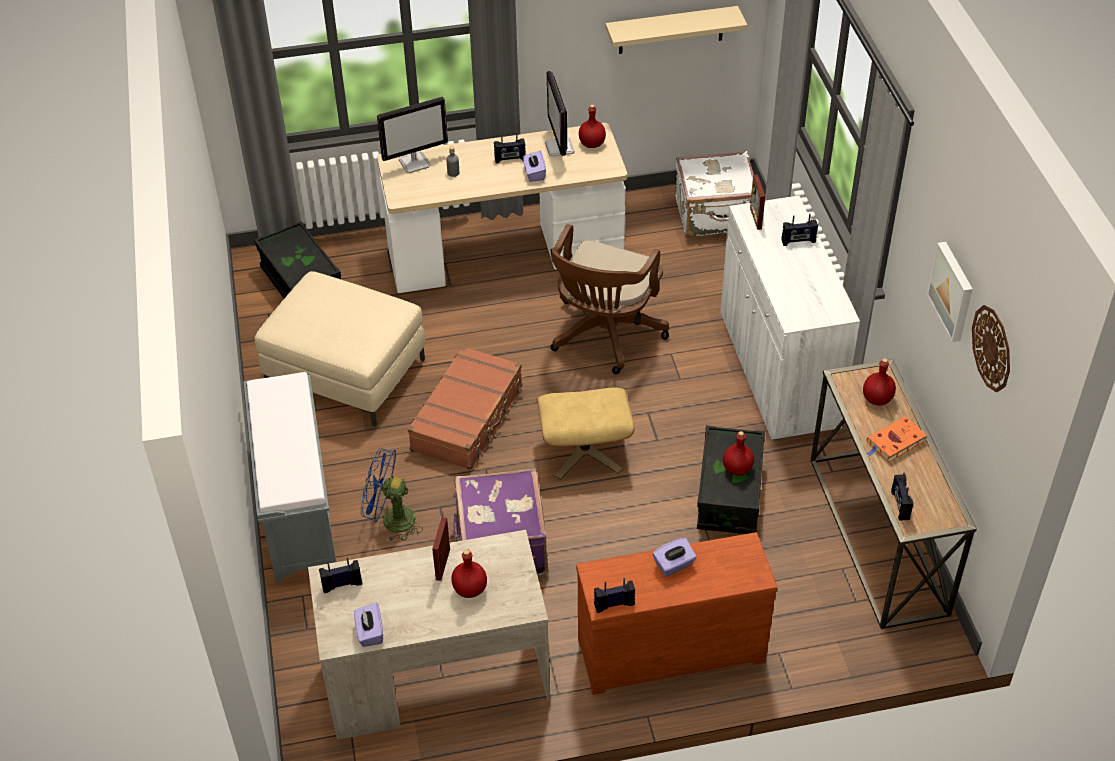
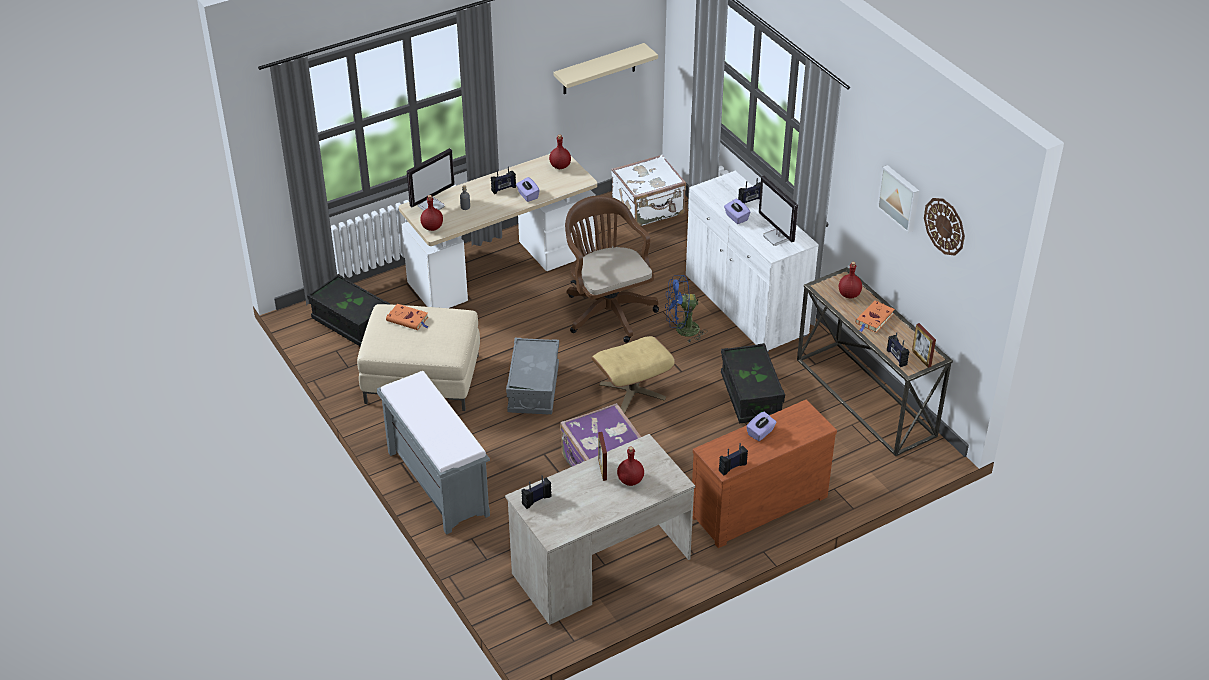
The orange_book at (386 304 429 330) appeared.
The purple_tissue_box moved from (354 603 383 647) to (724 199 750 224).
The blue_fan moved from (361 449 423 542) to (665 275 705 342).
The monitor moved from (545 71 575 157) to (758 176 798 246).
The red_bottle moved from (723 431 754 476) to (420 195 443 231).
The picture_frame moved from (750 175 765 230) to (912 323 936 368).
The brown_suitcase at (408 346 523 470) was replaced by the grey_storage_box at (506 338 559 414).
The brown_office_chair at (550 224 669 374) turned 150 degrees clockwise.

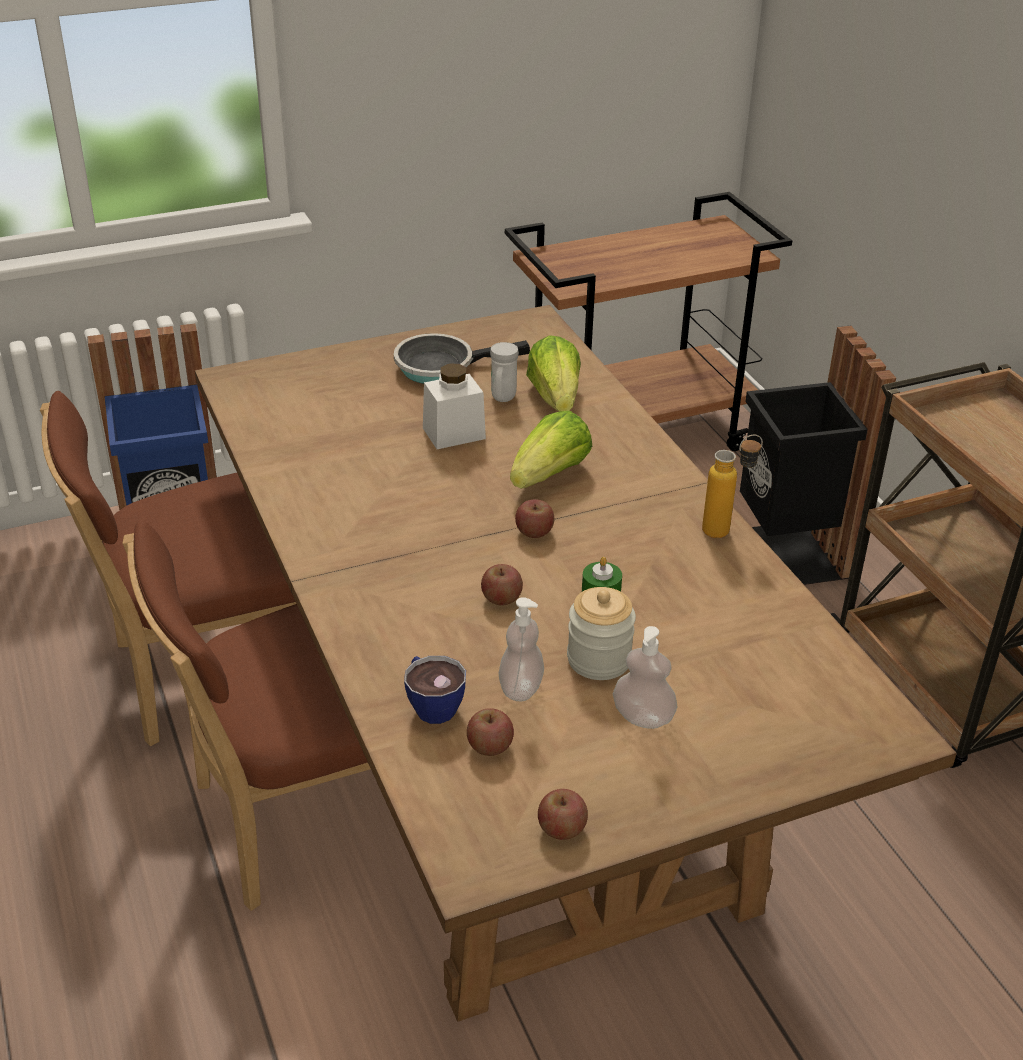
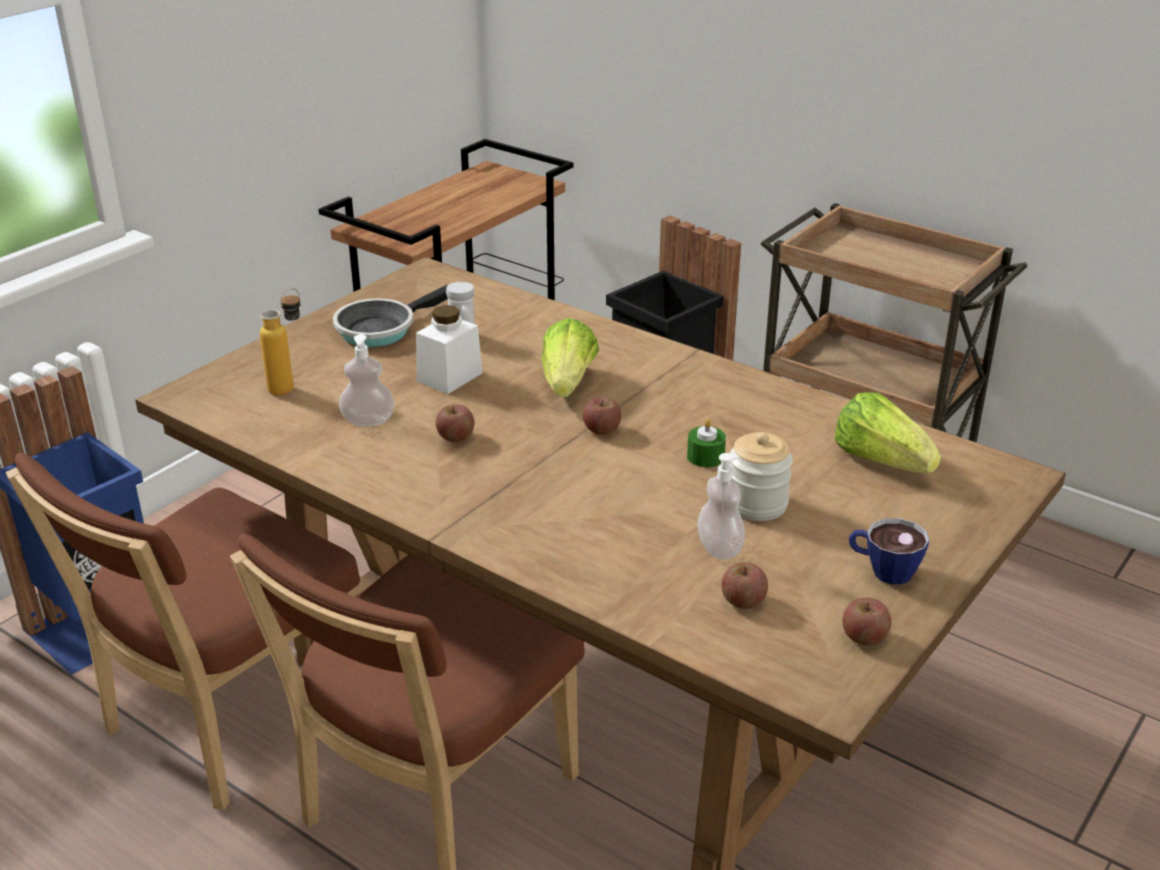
The cup moved from (404 656 466 724) to (849 518 929 584).
The apple moved from (481 564 523 606) to (436 404 474 442).
The lettuce moved from (526 335 581 412) to (835 392 941 474).
The soap_dispenser moved from (613 626 678 729) to (339 334 394 427).
The bottle moved from (702 434 763 538) to (260 288 300 396).

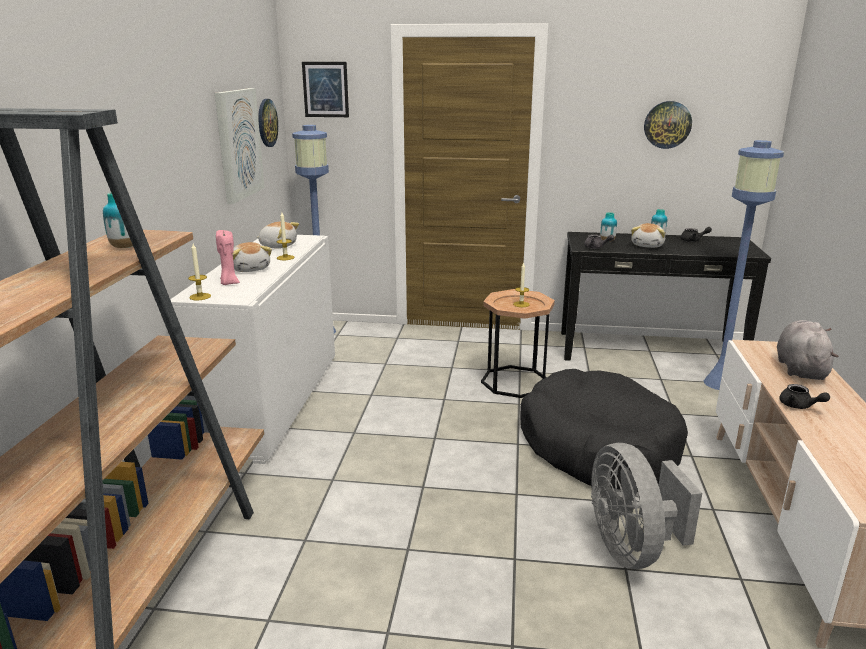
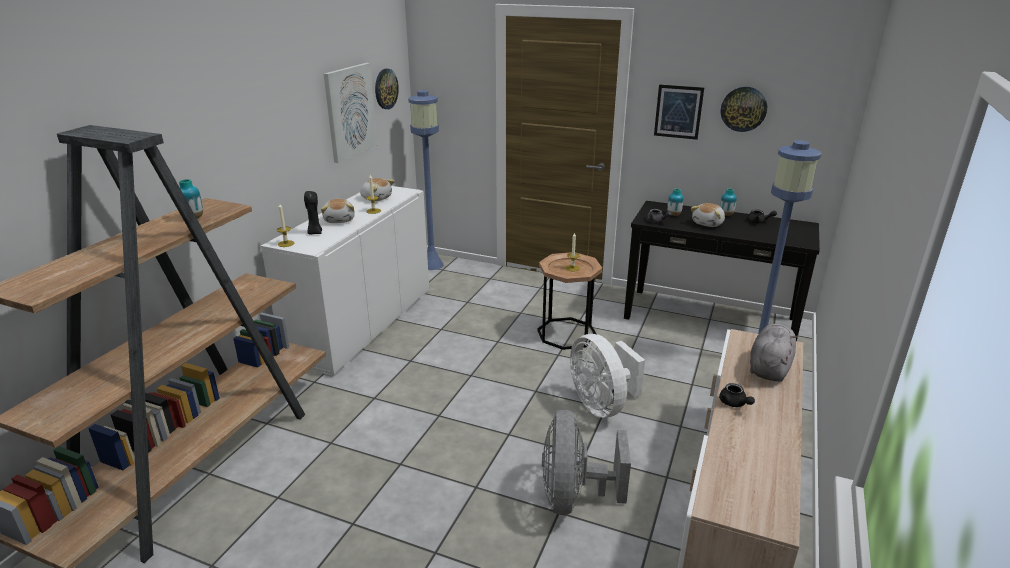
The picture moved from (302 62 349 117) to (654 84 704 140).
The black_dog_bed at (520 369 688 492) was replaced by the white_fan at (570 334 645 418).
The pink_candle at (216 230 240 285) became the black_candle at (304 191 322 235).

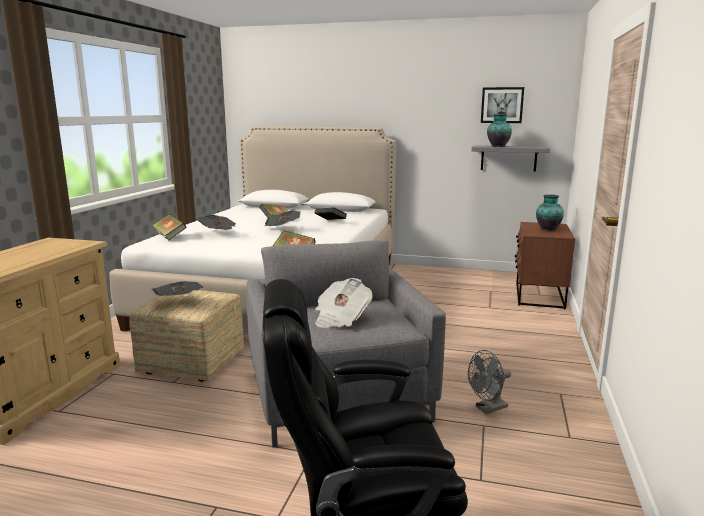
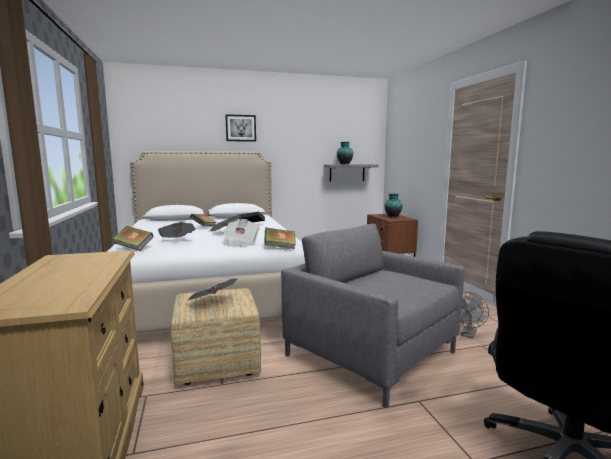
The newspaper moved from (315 278 373 328) to (223 219 260 247).
The picture moved from (481 87 524 123) to (225 114 256 142).

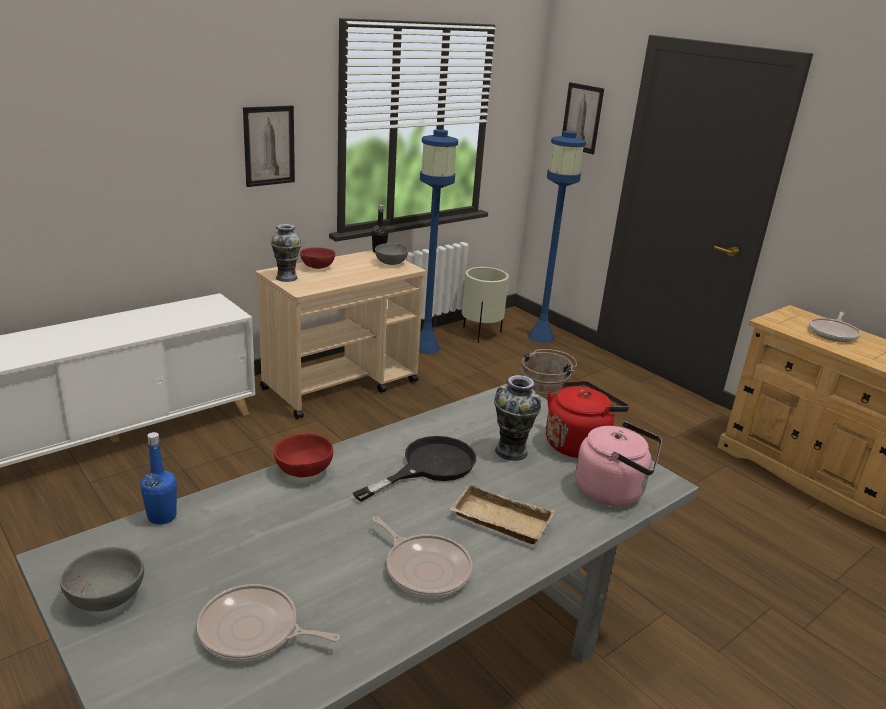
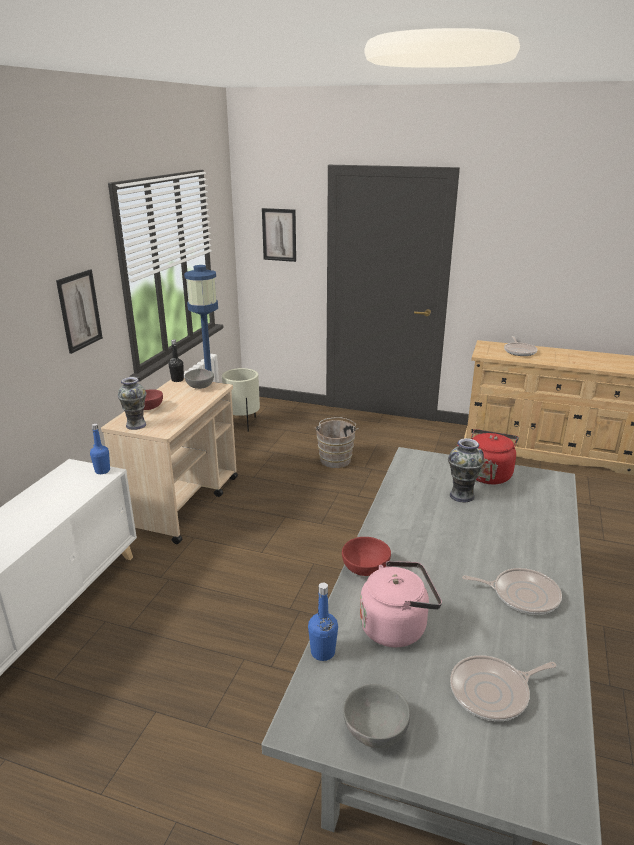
The black_frying_pan at (353 436 476 502) disappeared.
The beige_tray at (450 483 555 544) disappeared.
The blue_floor_lamp at (528 131 586 343) disappeared.
The blue_bottle at (90 423 110 474) appeared.
The pink_kettle moved from (575 421 662 506) to (360 561 442 647).

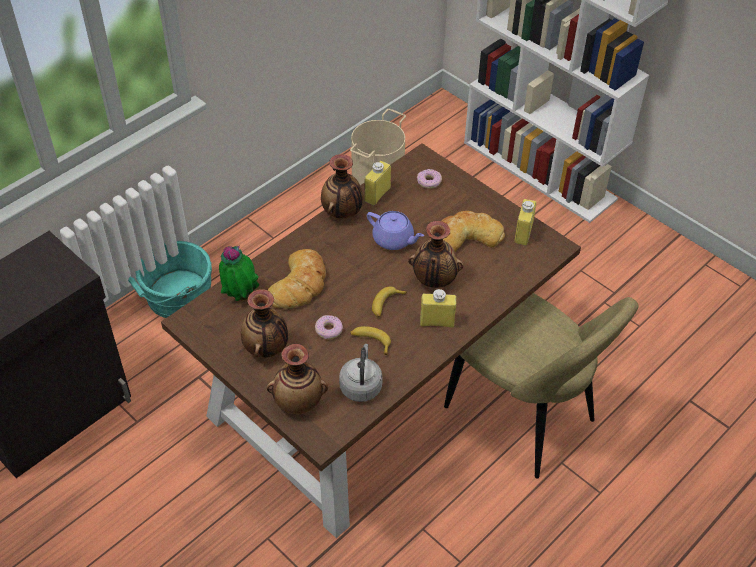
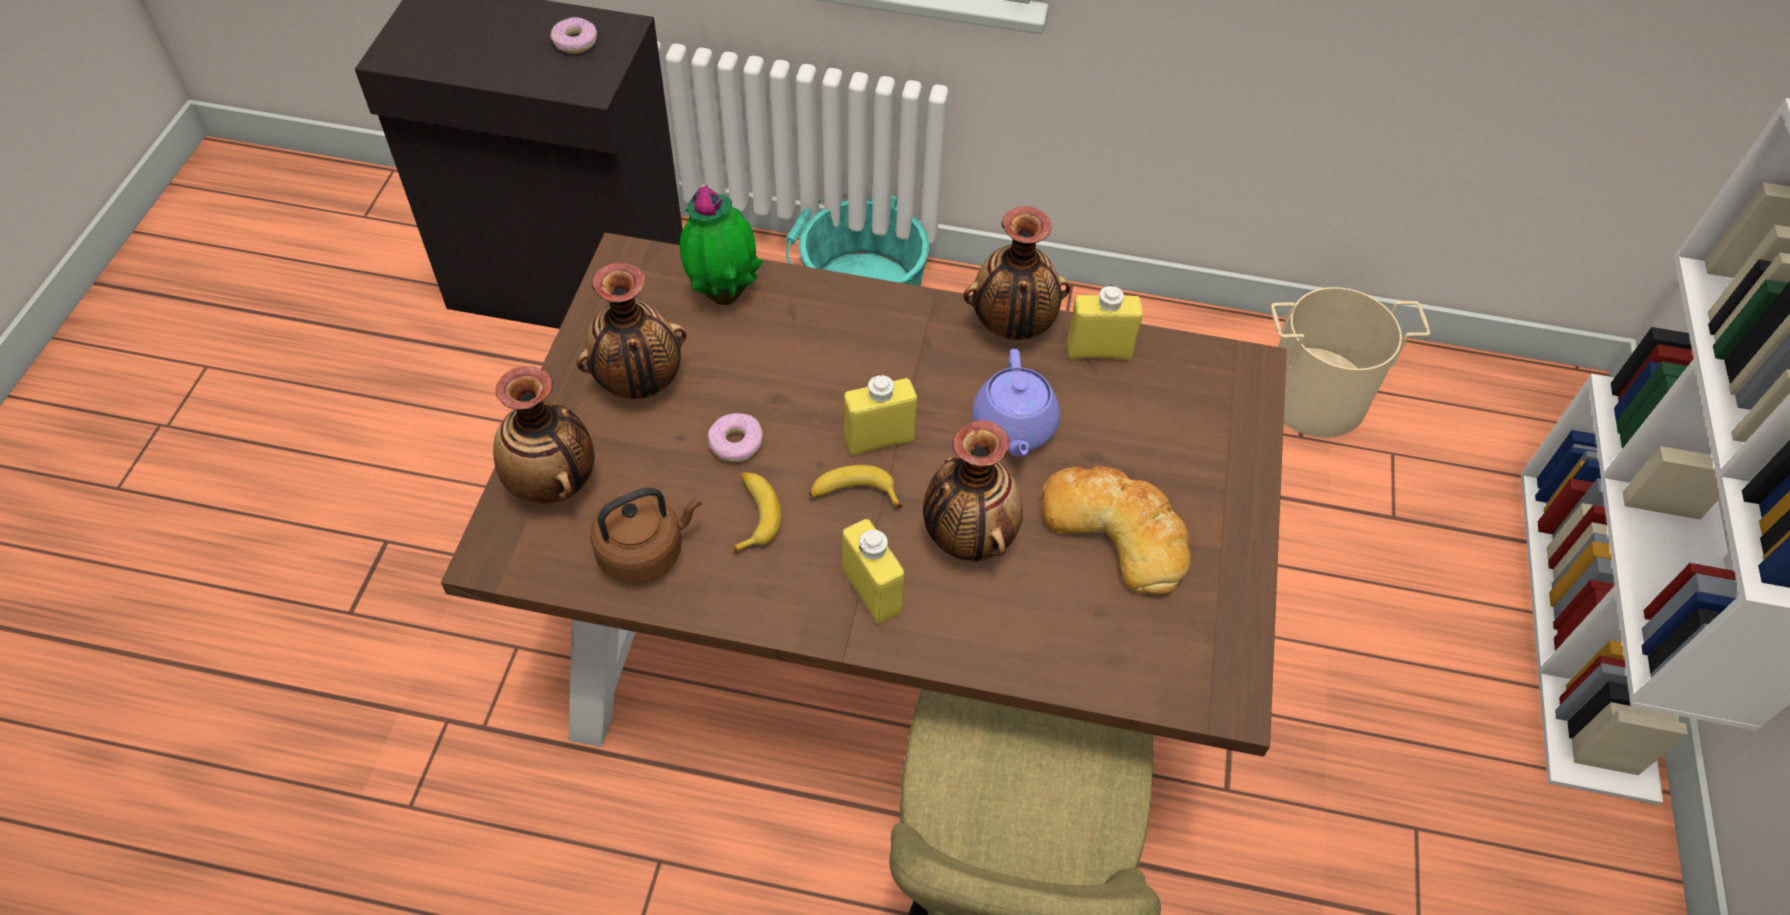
The bread at (268 249 326 309) disappeared.
The donut moved from (417 169 442 189) to (550 17 597 53).
The yellow_bottle moved from (515 199 536 245) to (844 374 917 456).
The grey_kettle at (339 344 383 402) became the brown_kettle at (590 487 702 583).

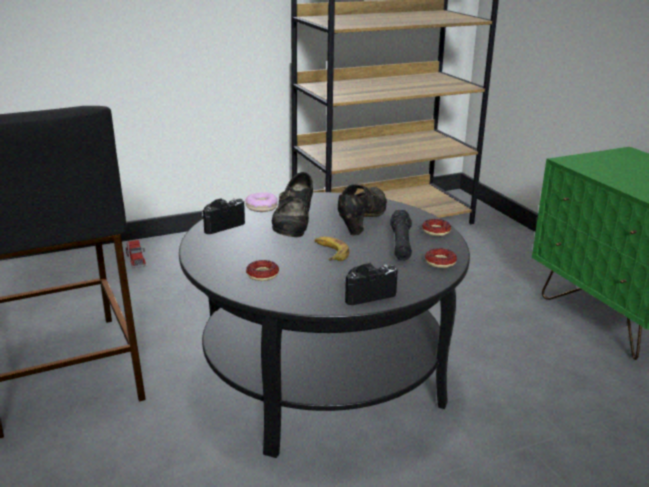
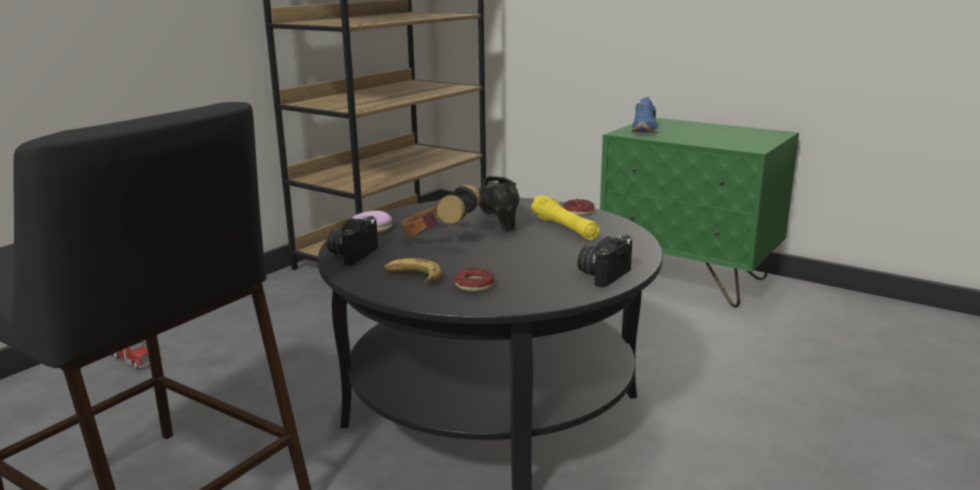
The donut at (425 248 457 268) disappeared.
The blue_shoe at (631 97 658 133) appeared.
The banana moved from (315 237 349 261) to (384 258 442 283).
The black_shoe at (272 172 313 237) was replaced by the headphones at (402 184 480 238).
The black_flashlight at (390 210 412 261) became the yellow_flashlight at (531 196 599 240).

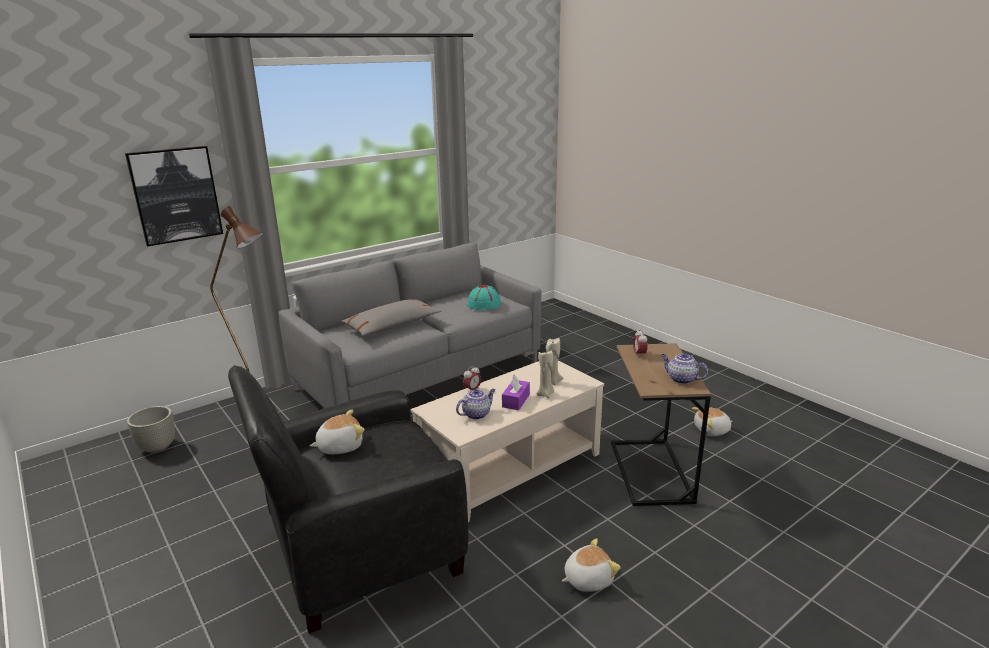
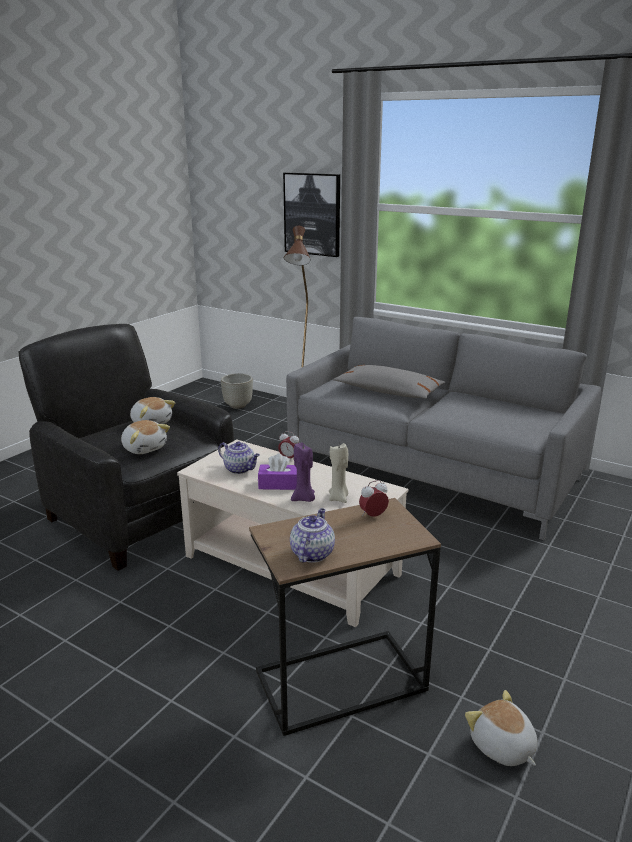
The turquoise_hat at (467 285 501 310) disappeared.
The plush_toy moved from (562 538 621 592) to (121 420 170 454).
The beige_candle at (537 351 554 399) became the purple_candle at (291 443 315 502).

